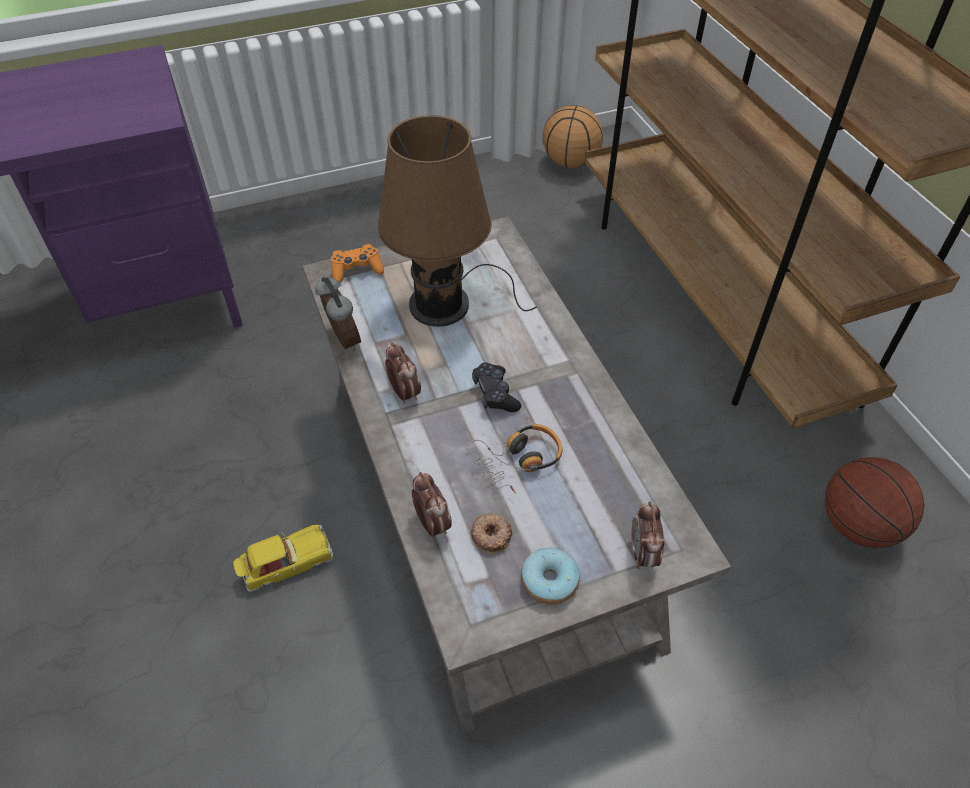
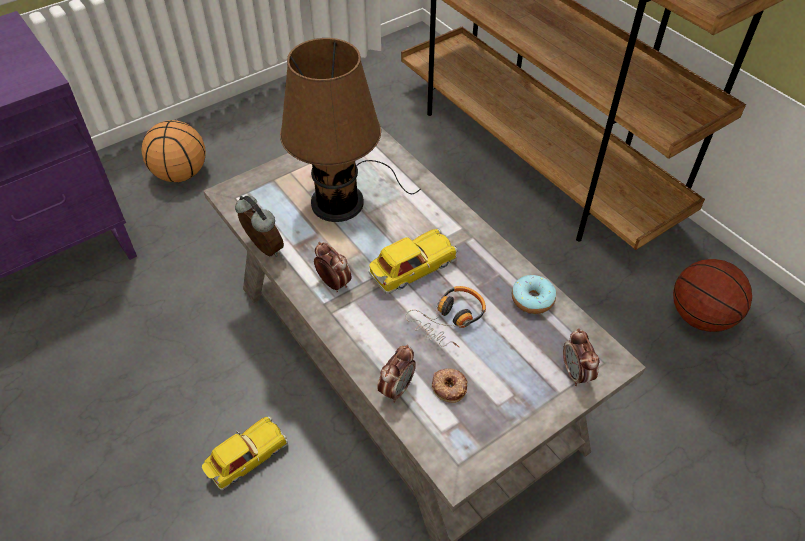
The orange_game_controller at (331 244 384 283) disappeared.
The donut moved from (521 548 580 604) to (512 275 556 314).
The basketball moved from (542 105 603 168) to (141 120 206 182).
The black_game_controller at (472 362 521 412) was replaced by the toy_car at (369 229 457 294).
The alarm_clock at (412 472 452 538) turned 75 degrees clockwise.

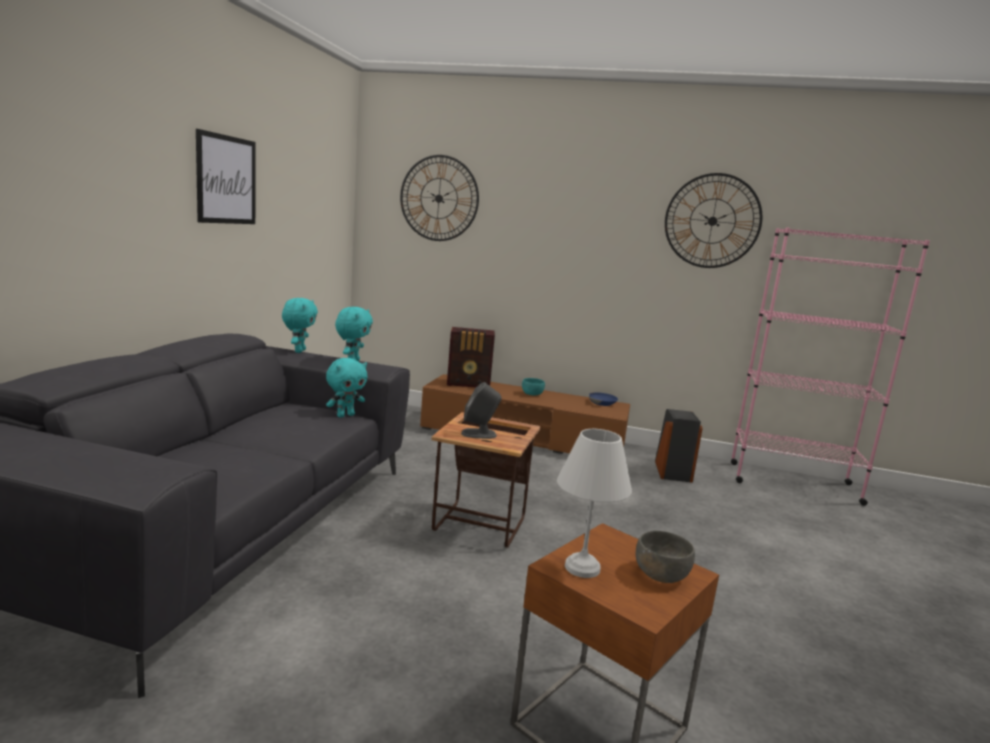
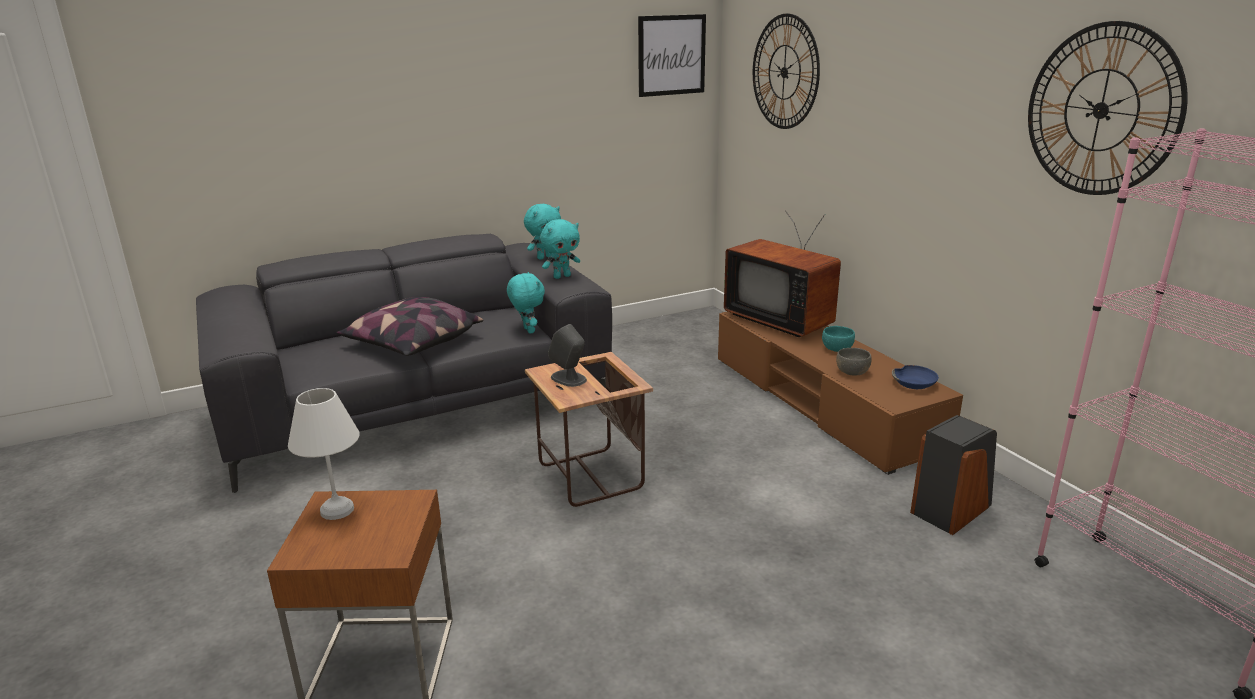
The pillow at (337 297 483 356) appeared.
The picture moved from (196 129 255 224) to (638 14 706 97).
The grey_bowl moved from (636 531 695 583) to (836 348 872 375).
The radio at (447 327 495 387) was replaced by the television at (724 210 841 337).
The turquoise_plush_toy at (326 358 367 418) turned 120 degrees counterclockwise.

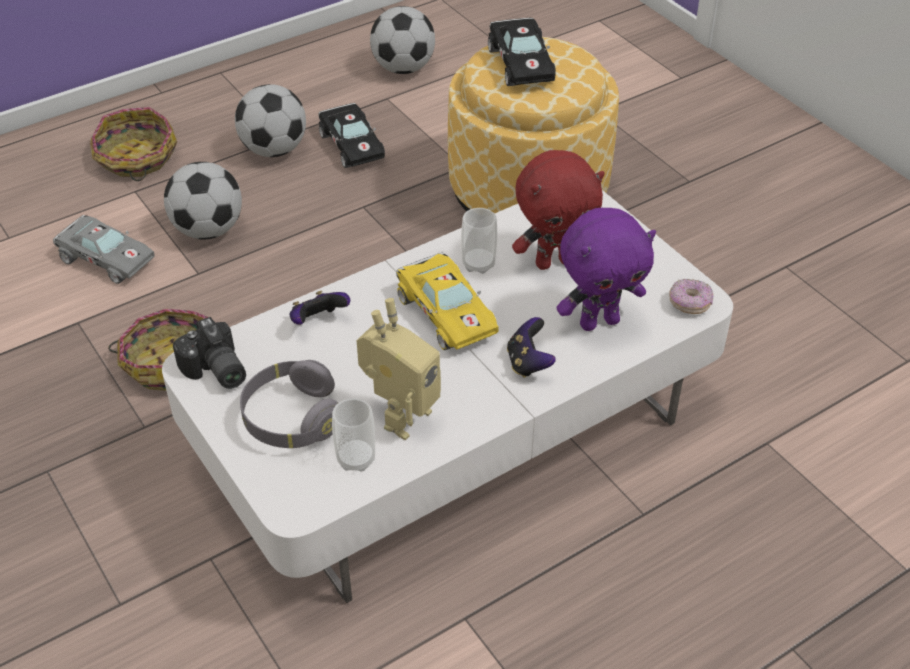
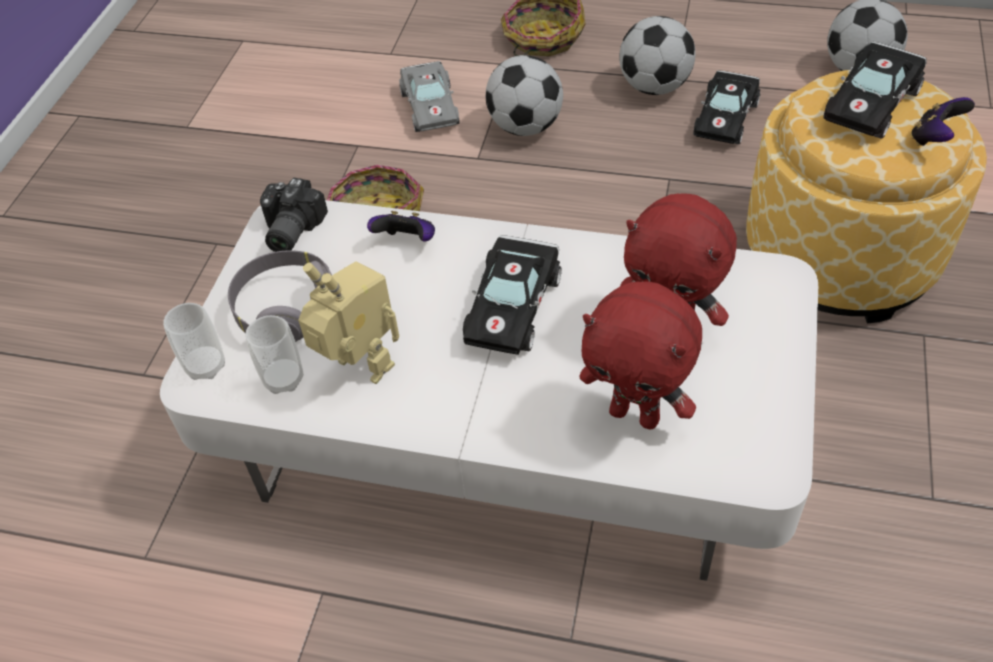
The donut at (669 279 713 314) disappeared.
The cup moved from (461 208 497 274) to (163 303 225 380).
The game_controller moved from (507 317 556 378) to (911 97 975 146).
The yellow_toy_car at (396 252 499 350) became the black_toy_car at (463 235 561 355).
The purple_plush_toy at (556 208 656 331) became the red_plush_toy at (579 281 702 429).
The toy_robot at (357 298 441 440) turned 135 degrees counterclockwise.

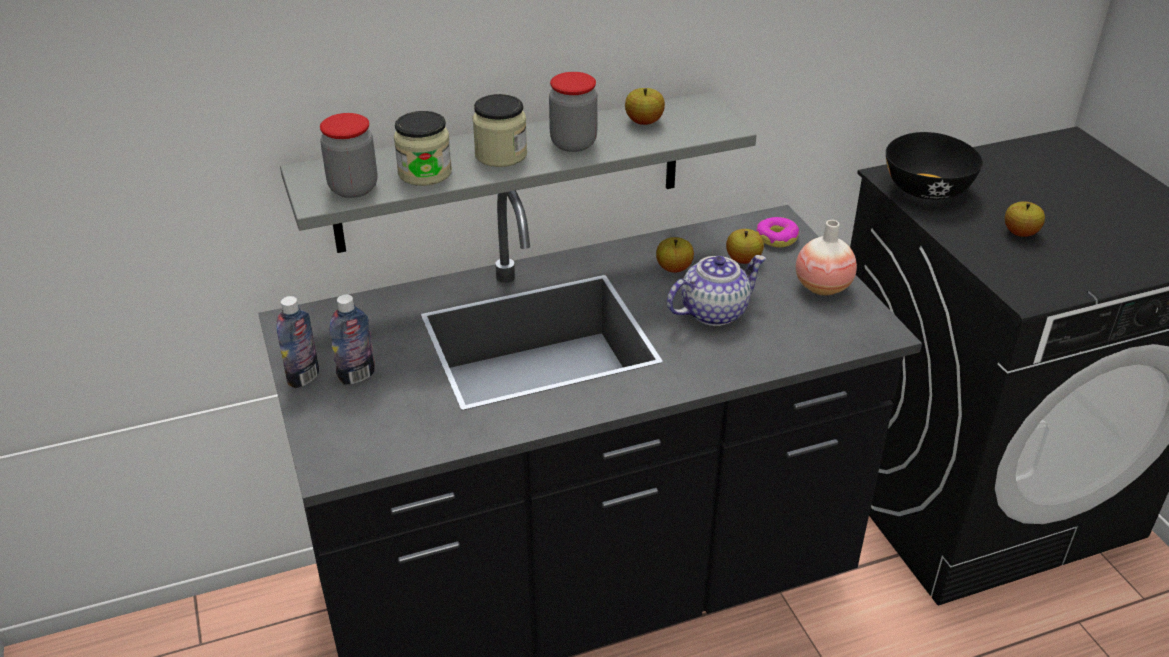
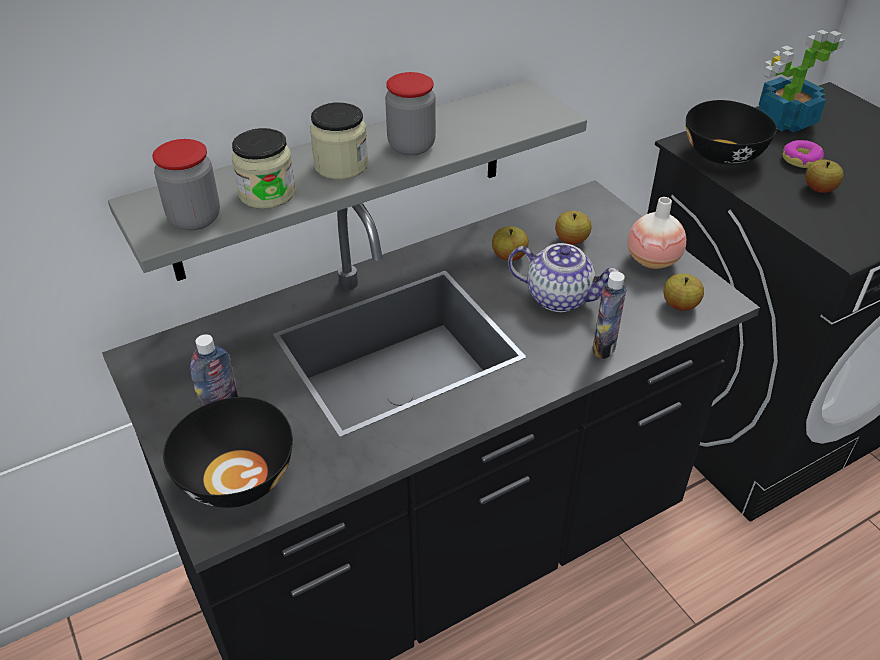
The black_bowl at (163 397 293 508) appeared.
The potted_plant at (759 30 845 133) appeared.
The bottle moved from (276 296 319 388) to (593 271 626 359).
The apple moved from (625 88 665 125) to (663 274 704 311).
The donut moved from (756 217 799 248) to (783 140 824 168).
The teapot at (667 255 766 326) turned 60 degrees clockwise.

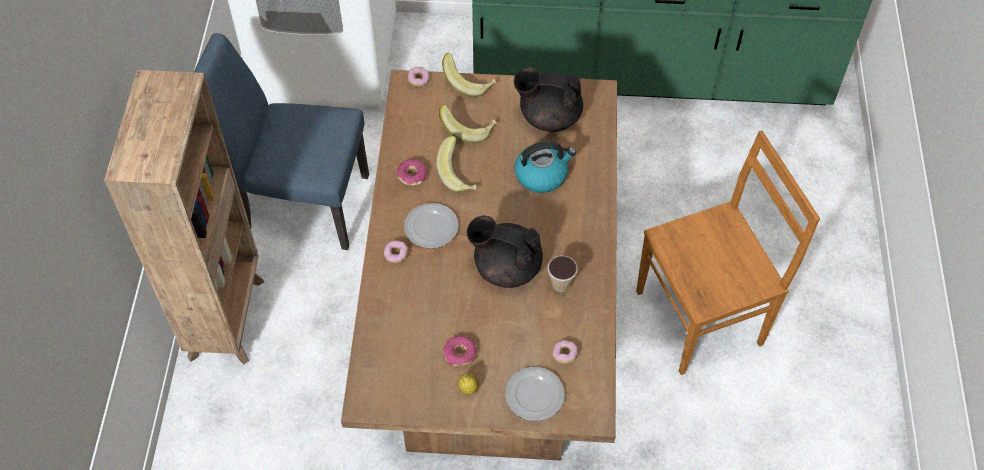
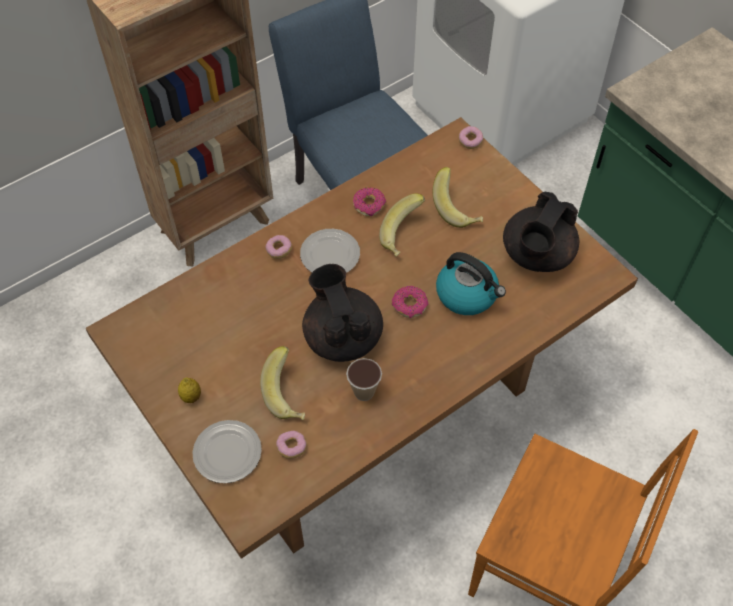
The banana moved from (442 53 496 97) to (260 346 305 420).
The donut moved from (443 336 477 366) to (392 286 428 318).
The black_teapot at (514 67 583 132) turned 120 degrees counterclockwise.

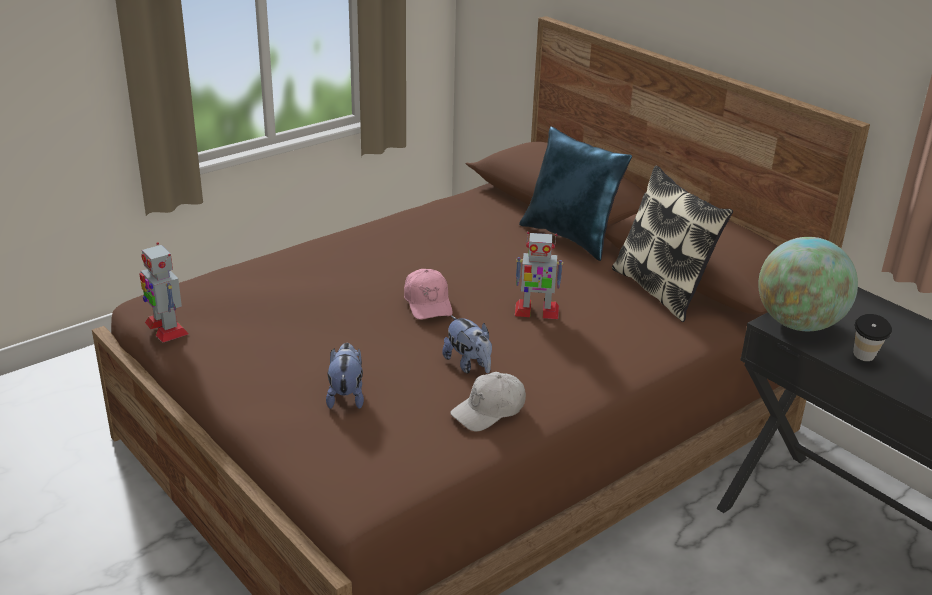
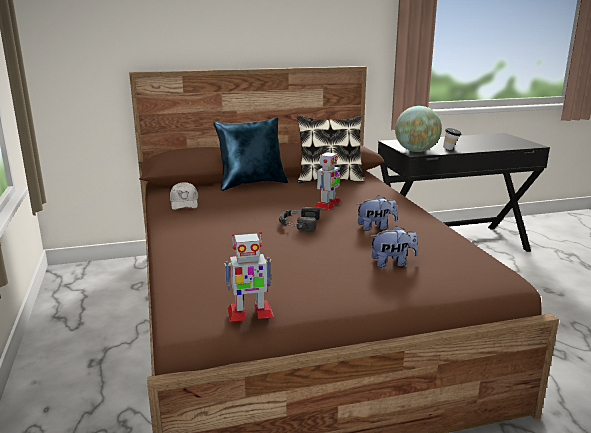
The white_cap moved from (450 372 526 432) to (170 182 198 210).
The pink_cap at (404 269 453 320) was replaced by the black_headphones at (279 207 320 231).
The plush_toy at (326 343 364 409) turned 150 degrees clockwise.

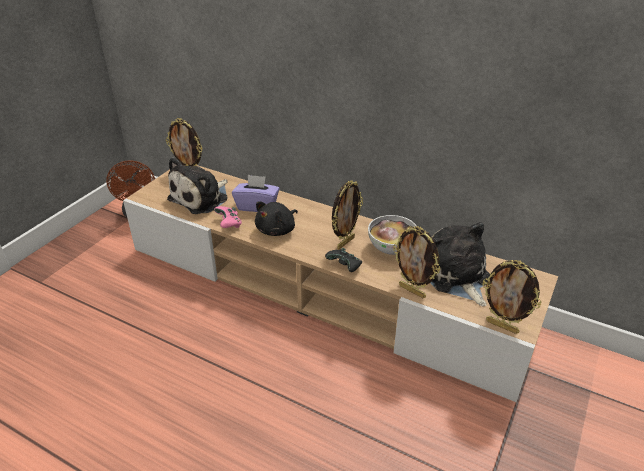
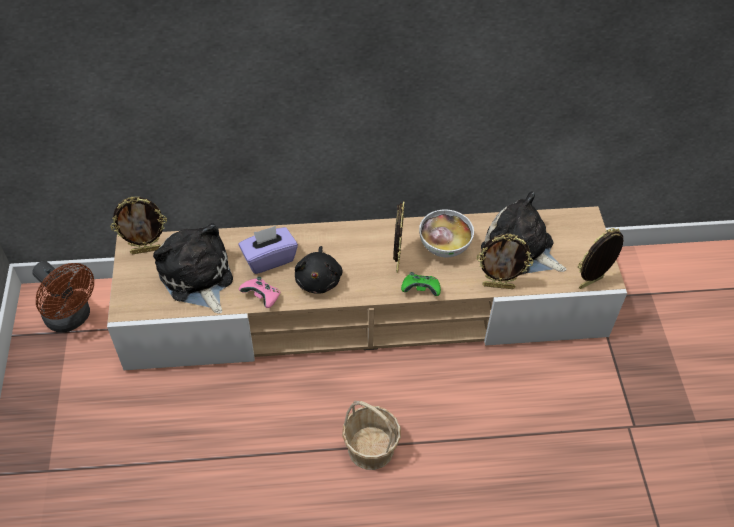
The basket at (342 401 401 470) appeared.
The black_game_controller at (325 248 362 272) became the green_game_controller at (401 272 441 296).
The plush_toy at (167 157 228 214) turned 150 degrees clockwise.
The picture_frame at (482 260 541 334) turned 150 degrees clockwise.

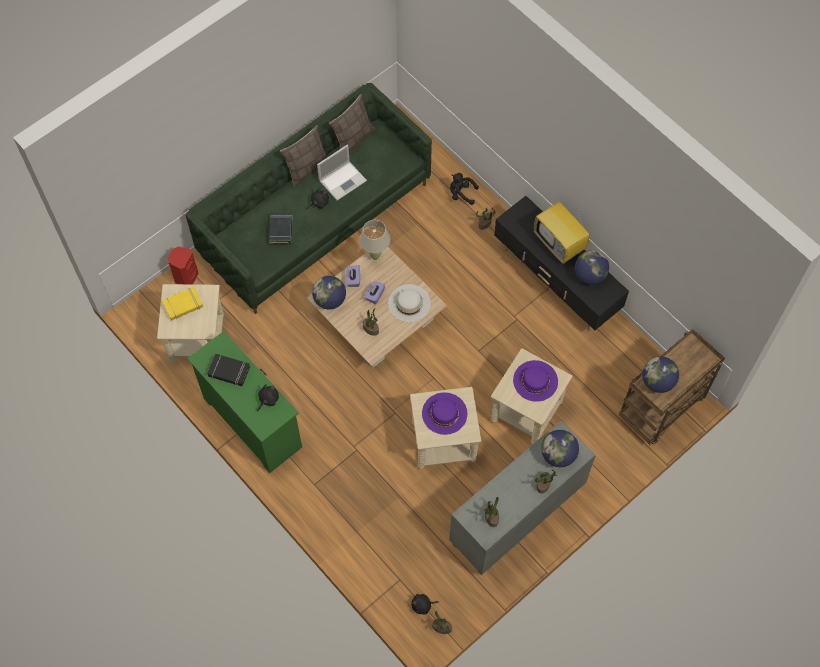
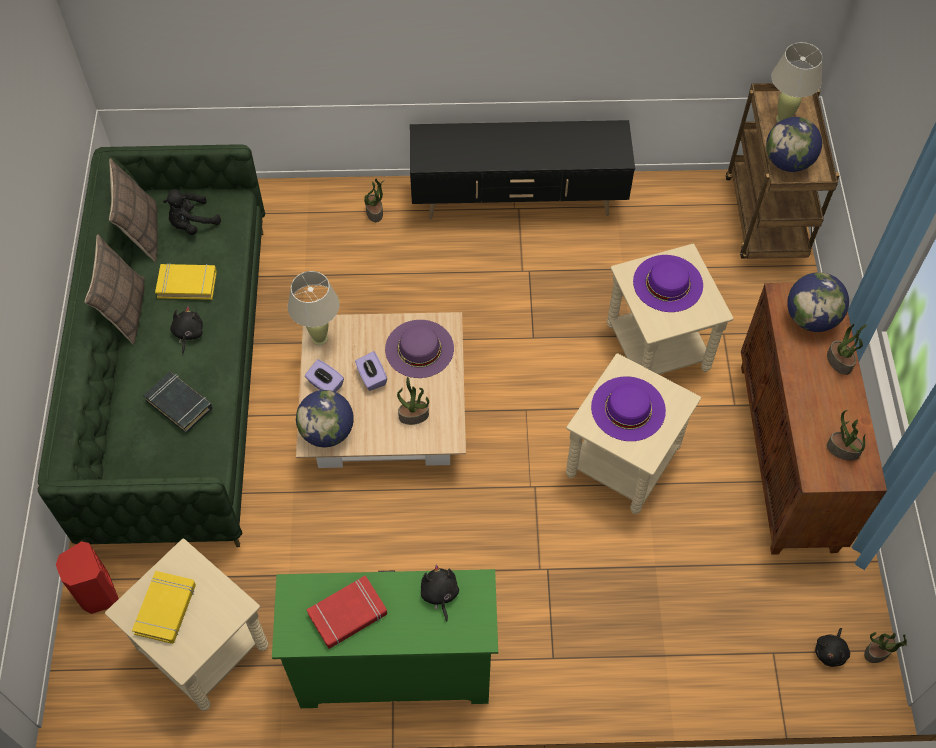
The television at (534 202 589 264) disappeared.
The globe at (575 250 609 285) disappeared.
The beige_table_lamp at (771 42 823 122) appeared.
The black_plush_toy moved from (450 173 479 205) to (163 189 221 235).
The laptop at (317 144 367 201) was replaced by the yellow_book at (155 263 217 300).
The black_book at (207 354 250 386) became the red_book at (307 575 387 649).
The white_hat at (388 284 431 322) became the purple_hat at (385 320 454 378).
The grey_cabinet at (449 421 596 575) became the brown_cabinet at (741 283 887 555).

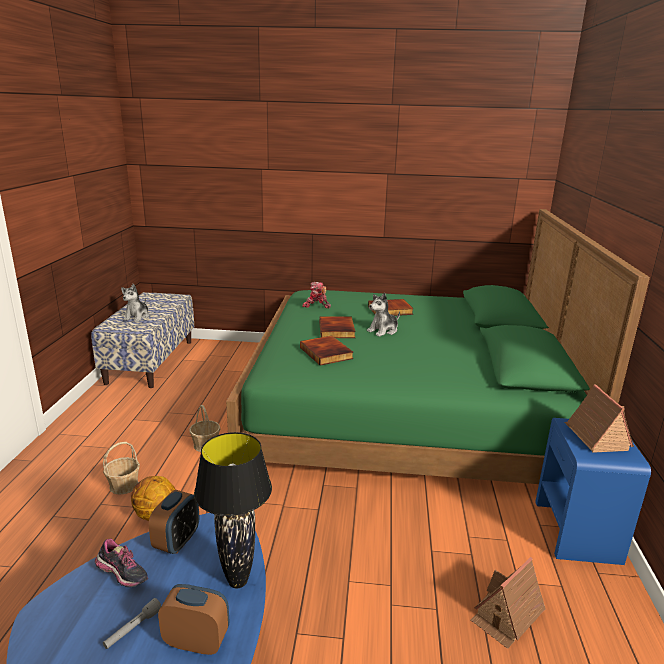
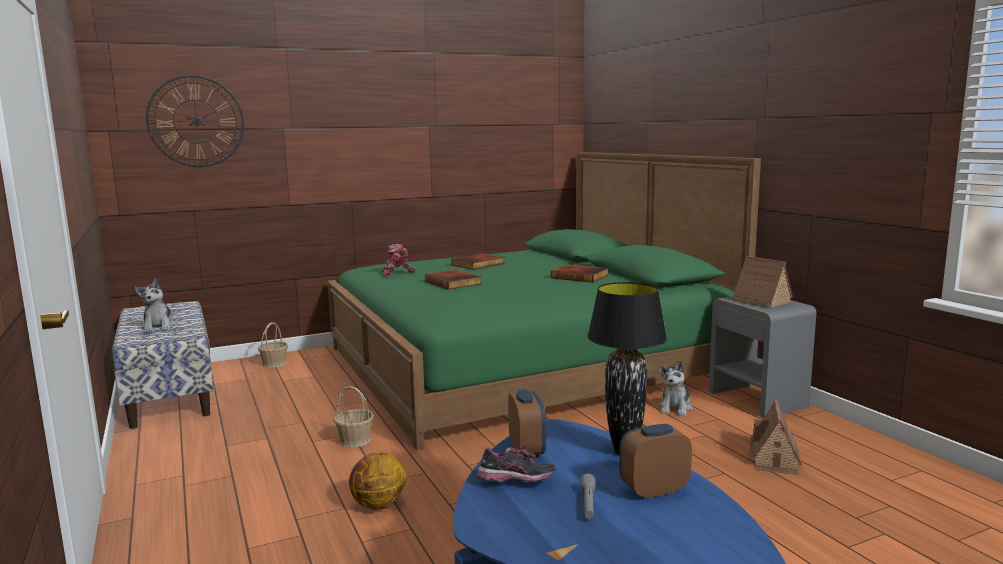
The wall_clock at (146 75 244 167) appeared.
The basket moved from (103 442 140 495) to (258 322 288 368).
The book moved from (300 336 353 365) to (551 264 609 283).
The plush_toy moved from (367 293 400 336) to (659 360 693 416).
The blue_nightstand at (535 418 651 565) became the grey_nightstand at (709 296 817 418).

